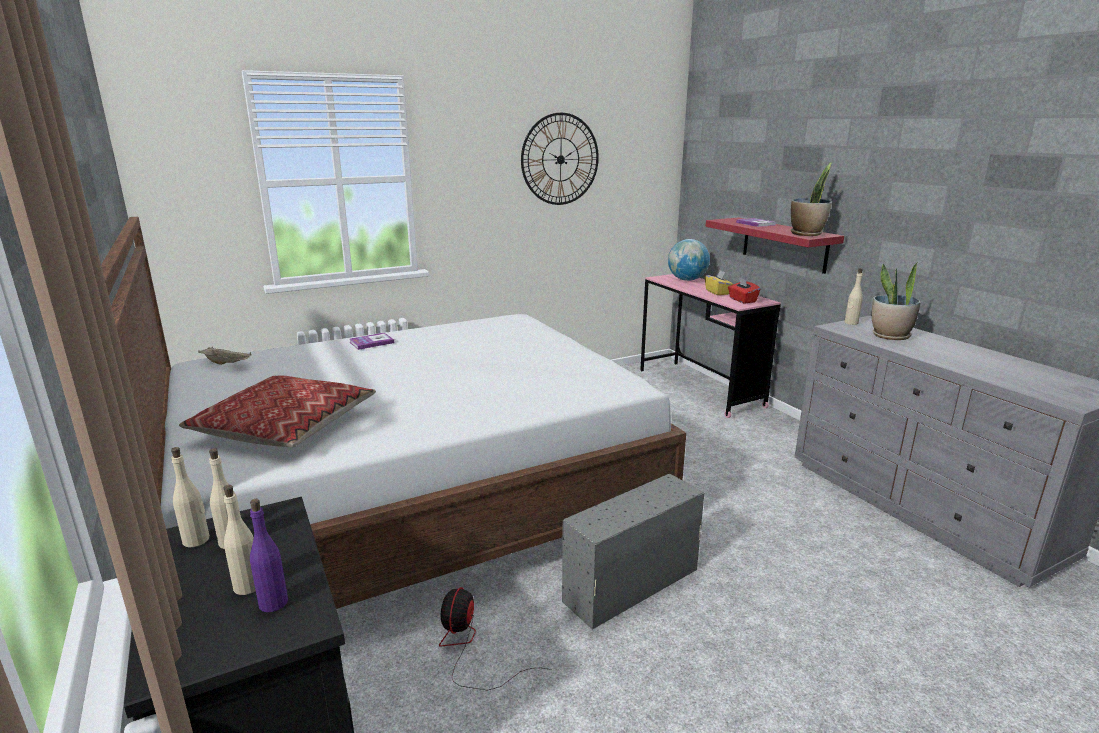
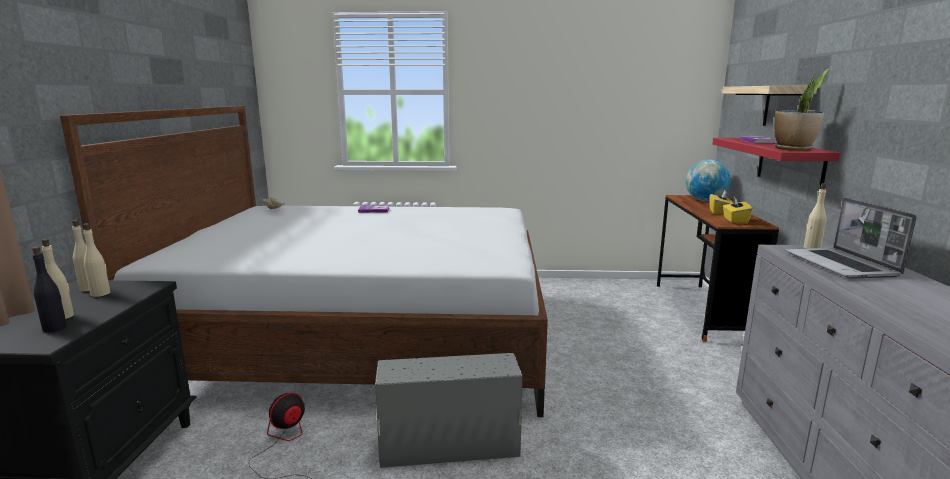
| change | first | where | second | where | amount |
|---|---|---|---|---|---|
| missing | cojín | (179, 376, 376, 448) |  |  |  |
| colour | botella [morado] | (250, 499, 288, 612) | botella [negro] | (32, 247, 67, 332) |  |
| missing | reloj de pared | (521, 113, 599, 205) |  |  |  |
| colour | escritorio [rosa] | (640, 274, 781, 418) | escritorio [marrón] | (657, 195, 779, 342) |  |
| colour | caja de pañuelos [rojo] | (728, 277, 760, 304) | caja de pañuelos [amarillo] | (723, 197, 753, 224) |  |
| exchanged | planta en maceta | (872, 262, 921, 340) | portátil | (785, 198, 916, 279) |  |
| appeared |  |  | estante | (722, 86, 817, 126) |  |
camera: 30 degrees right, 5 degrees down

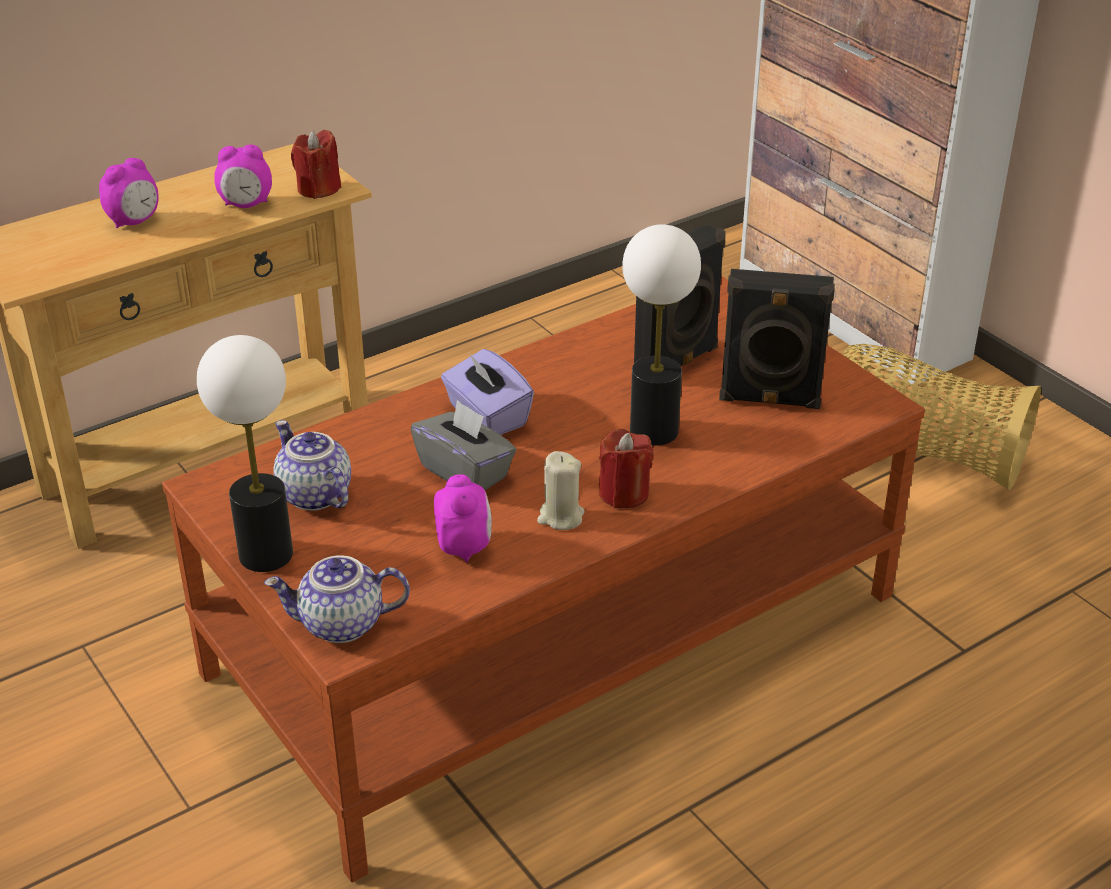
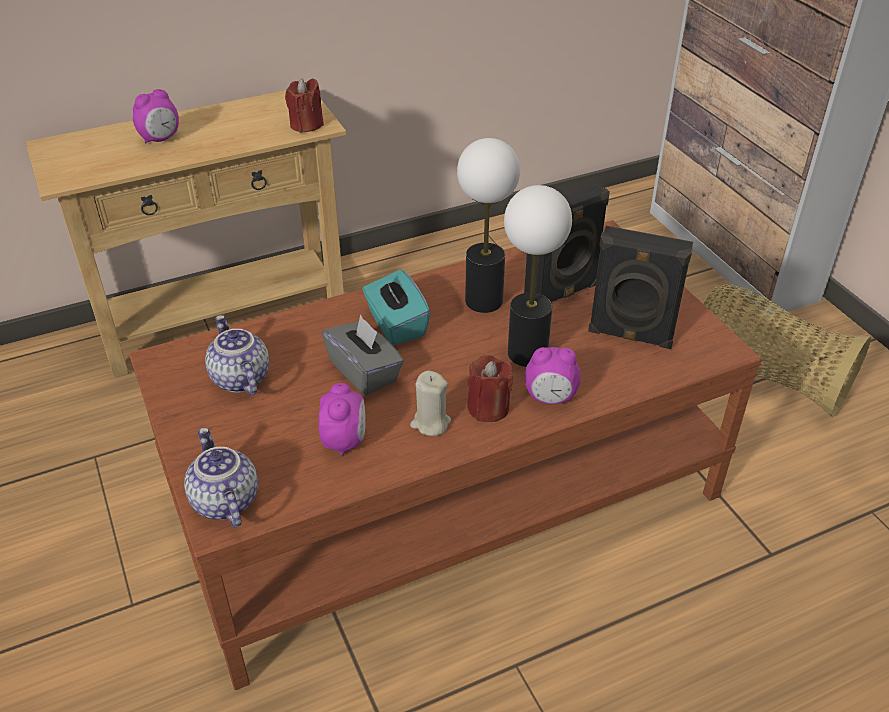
| change | first | where | second | where | amount |
|---|---|---|---|---|---|
| relocated | lámpara de mesa | (197, 335, 293, 572) |  | (457, 138, 520, 313) |  |
| relocated | despertador | (214, 144, 272, 208) |  | (525, 347, 581, 404) |  |
| spun | tetera | (264, 555, 410, 643) |  | (184, 427, 258, 528) | 60 degrees clockwise |
| colour | caja de pañuelos [morado] | (441, 349, 534, 435) | caja de pañuelos [turquesa] | (362, 270, 431, 345) |  |
camera: 10 degrees right, 5 degrees up

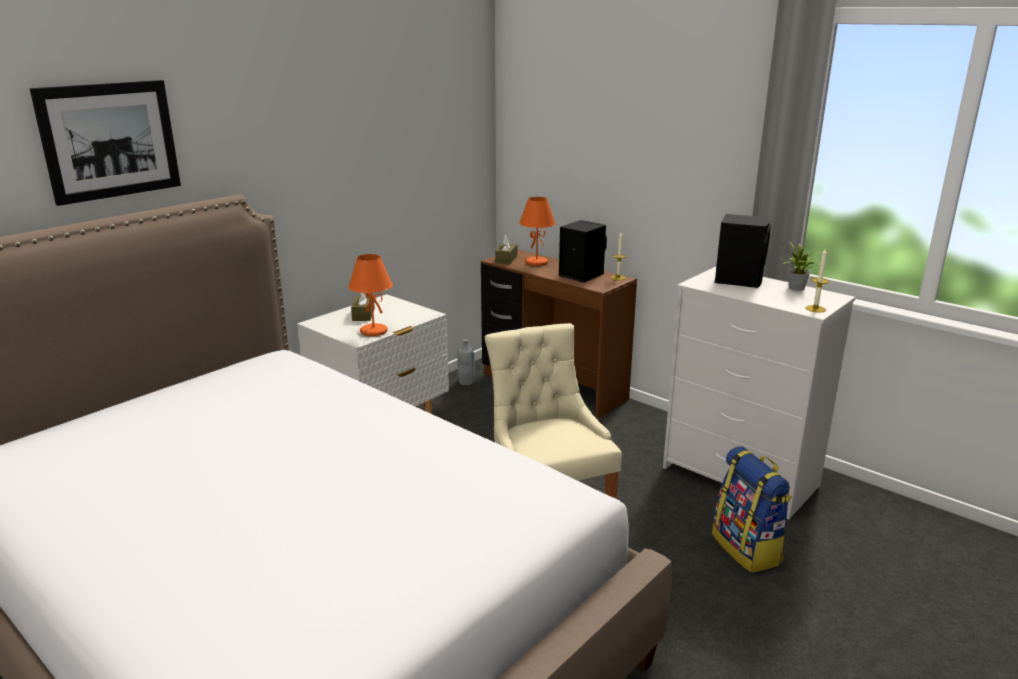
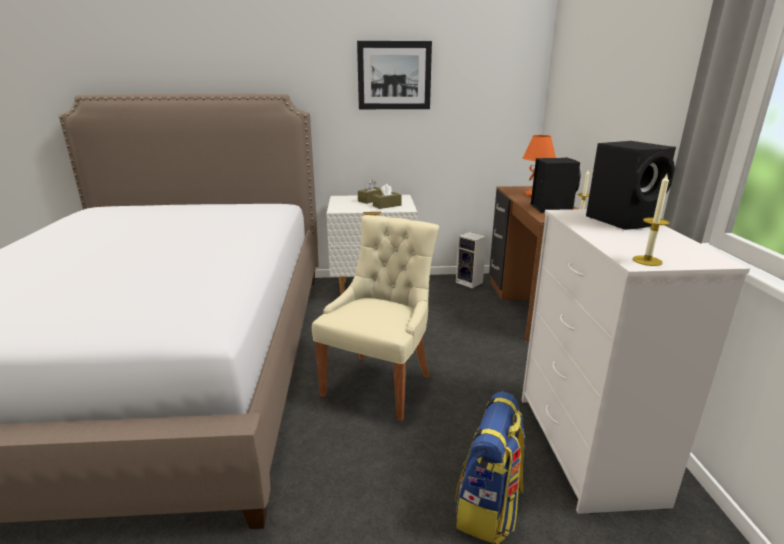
| change | first | where | second | where | amount |
|---|---|---|---|---|---|
| relocated | cuadro | (30, 80, 181, 206) |  | (357, 41, 432, 109) |  |
| missing | lámpara de mesa [naranja] | (348, 254, 393, 336) |  |  |  |
| exchanged | botella [gris] | (457, 339, 475, 385) | altavoz | (456, 232, 487, 288) |  |
| relocated | caja de pañuelos [marrón] | (495, 235, 518, 264) |  | (373, 184, 401, 209) |  |
| missing | planta en maceta | (782, 242, 820, 291) |  |  |  |
camera: 45 degrees right, 0 degrees up

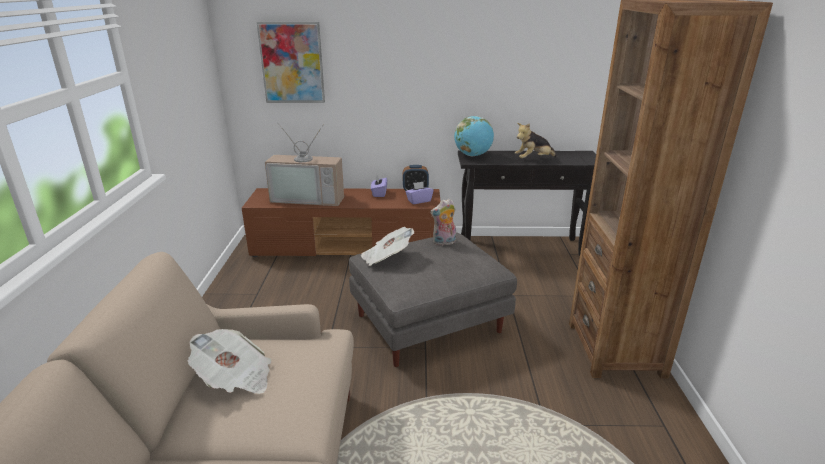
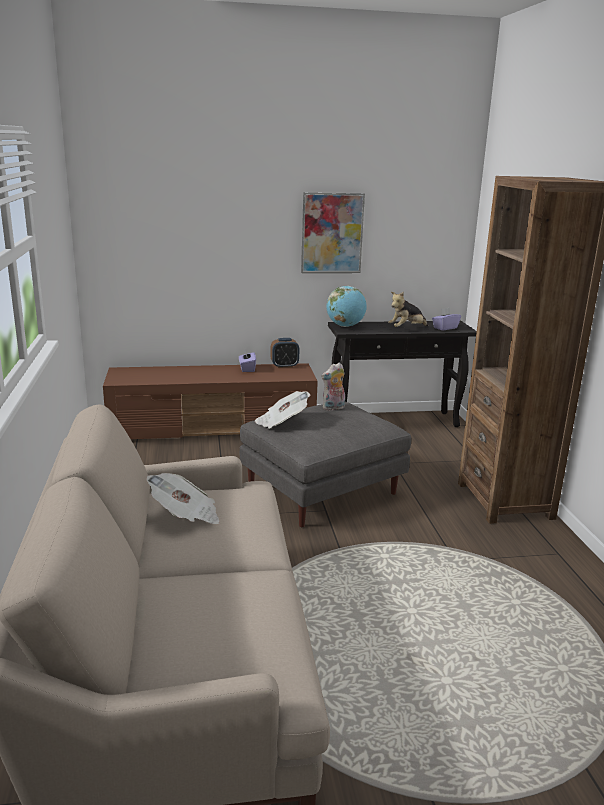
| change | first | where | second | where | amount |
|---|---|---|---|---|---|
| relocated | cuadro | (257, 22, 325, 103) |  | (301, 192, 365, 273) |  |
| missing | televisor | (265, 123, 344, 206) |  |  |  |
| relocated | caja de pañuelos [morado] | (405, 182, 434, 204) |  | (432, 308, 461, 331) |  |
camera: 10 degrees left, 5 degrees down

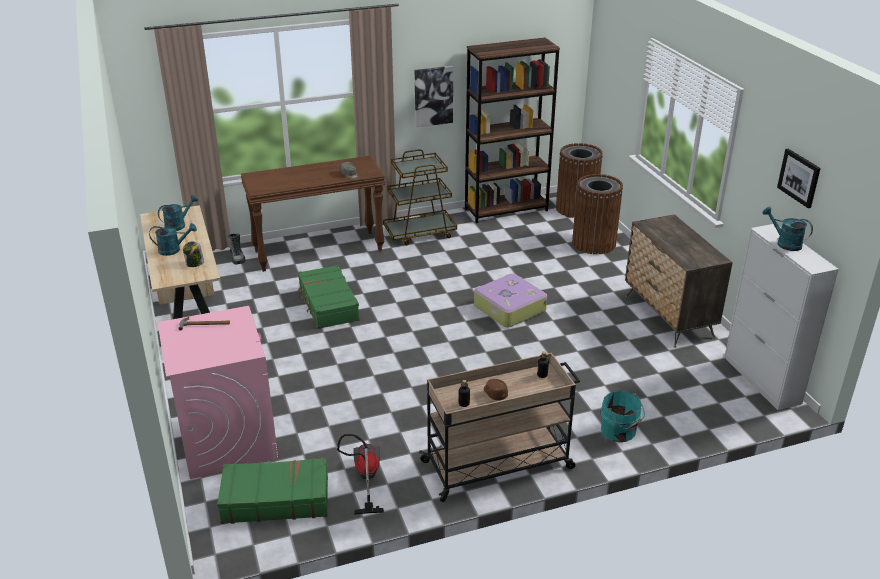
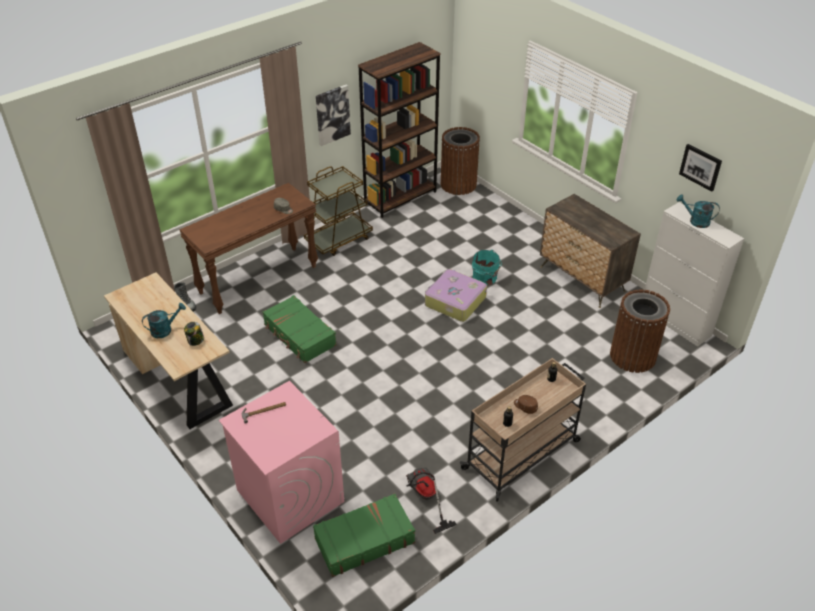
| change | first | where | second | where | amount |
|---|---|---|---|---|---|
| missing | regadera [turquesa] | (158, 195, 198, 231) |  |  |  |
| relocated | papelera [marrón] | (572, 174, 623, 254) |  | (610, 289, 670, 373) |  |
| relocated | cubo [turquesa] | (601, 391, 645, 442) |  | (472, 250, 502, 286) |  |
camera: 20 degrees left, 10 degrees up

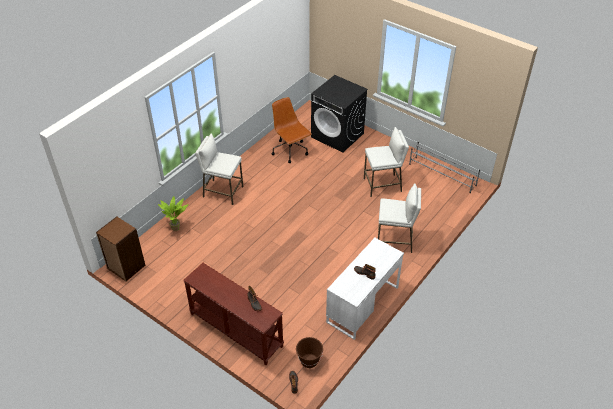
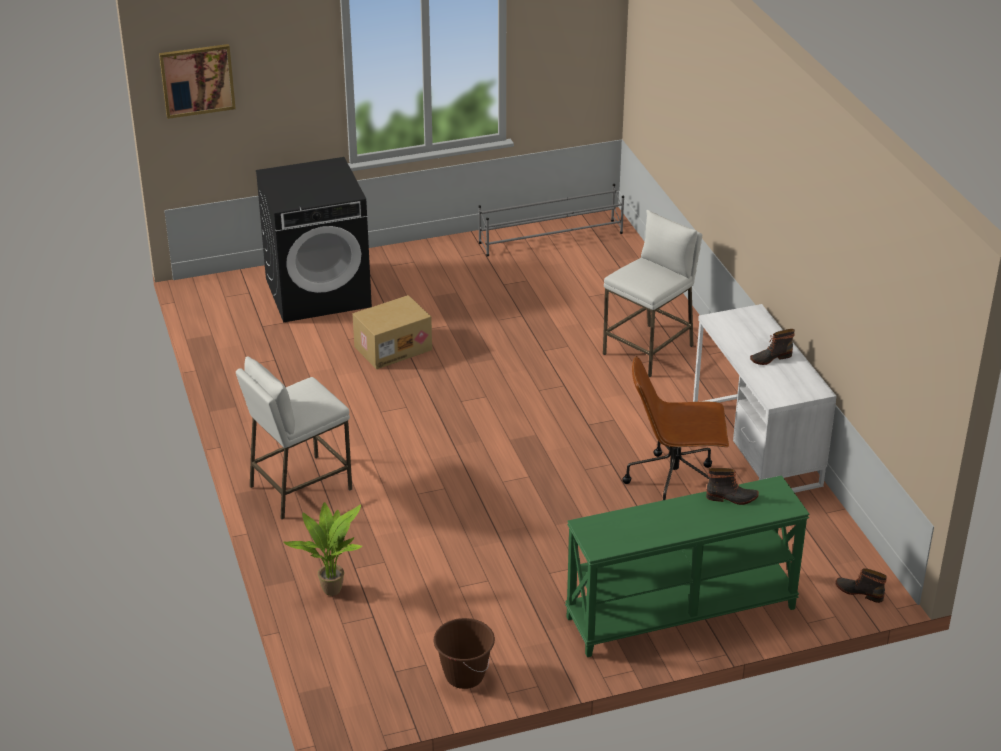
| change | first | where | second | where | amount |
|---|---|---|---|---|---|
| missing | estantería [marrón] | (96, 216, 145, 281) |  |  |  |
| colour | mesa consola [marrón] | (183, 263, 284, 365) | mesa consola [verde] | (565, 475, 810, 657) |  |
| relocated | silla de oficina [marrón] | (272, 97, 312, 163) |  | (622, 356, 729, 500) |  |
| relocated | cubo [marrón] | (296, 337, 323, 368) |  | (434, 618, 495, 689) |  |
| missing | taburete [blanco] | (364, 127, 409, 197) |  |  |  |
| appeared |  |  | cuadro | (159, 44, 236, 119) |  |
| appeared |  |  | caja de cartón | (353, 295, 432, 369) |  |
camera: 55 degrees left, 10 degrees down

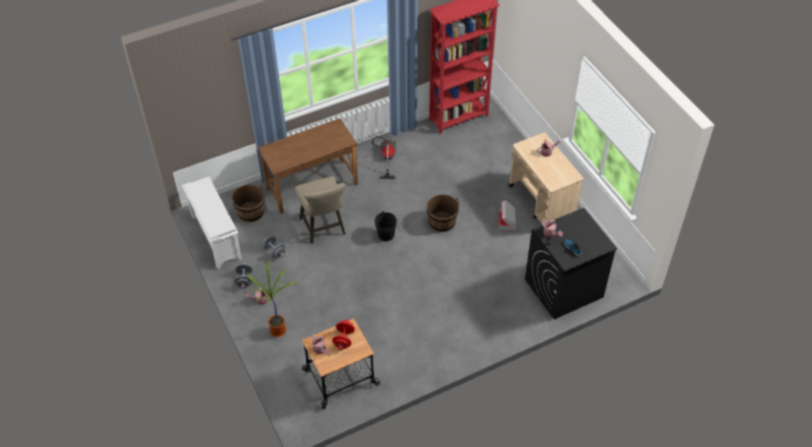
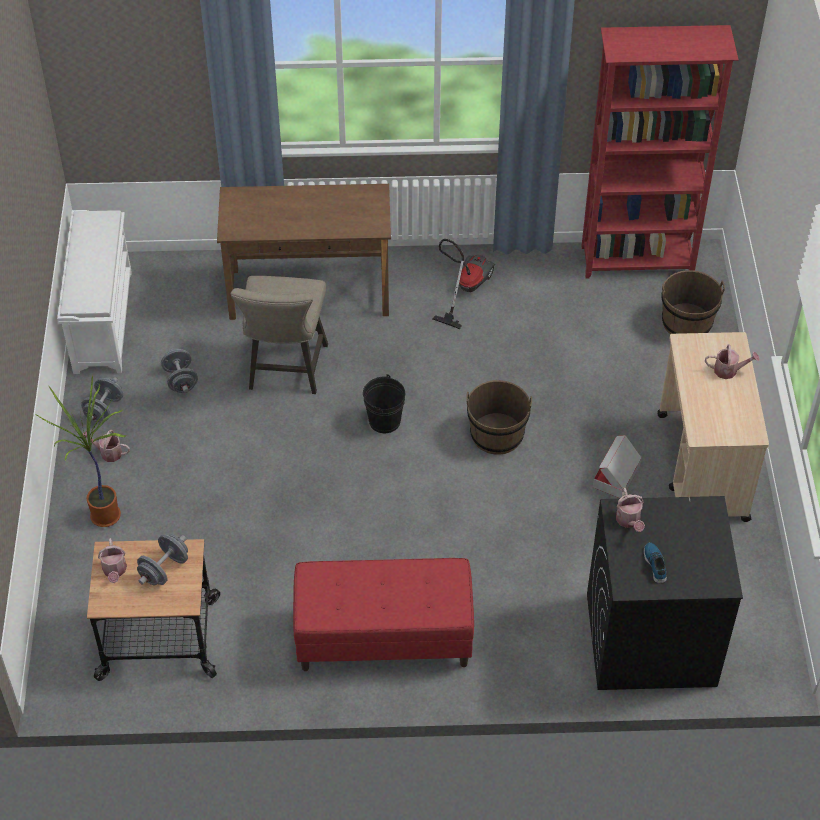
| change | first | where | second | where | amount |
|---|---|---|---|---|---|
| relocated | cubo [marrón] | (231, 185, 265, 222) |  | (662, 270, 725, 334) |  |
| colour | mancuerna [rojo] | (333, 320, 355, 350) | mancuerna [gris] | (137, 534, 188, 586) |  |
| appeared |  |  | banco [rojo] | (293, 558, 474, 671) |  |
camera: 25 degrees right, 0 degrees up

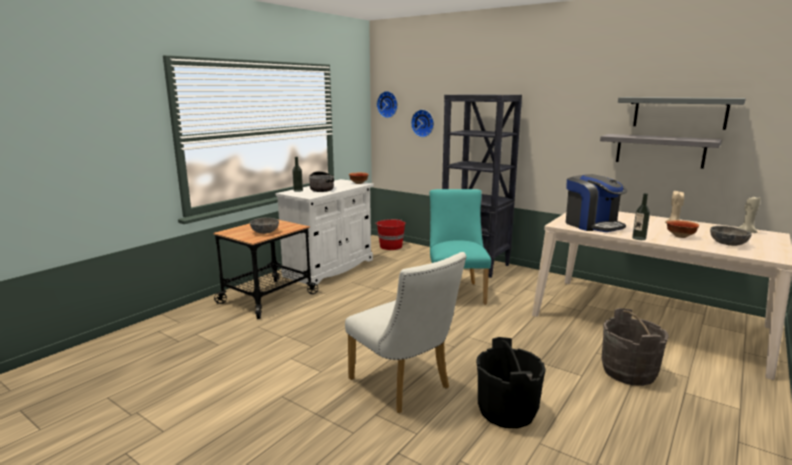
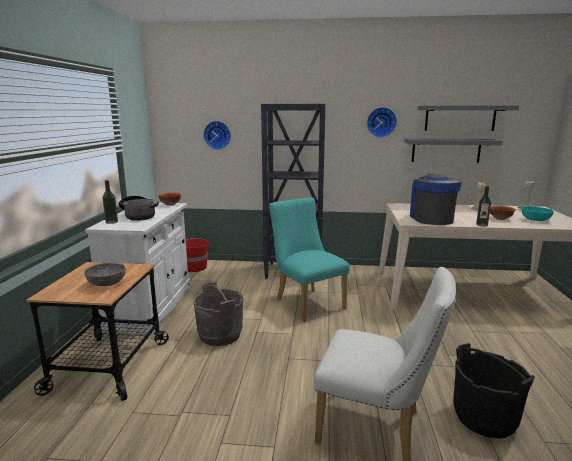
| change | first | where | second | where | amount |
|---|---|---|---|---|---|
| relocated | reloj de pared | (377, 91, 398, 118) |  | (367, 107, 397, 138) |  |
| spun | cafetera | (566, 174, 627, 232) |  | (410, 174, 462, 225) | 120 degrees counterclockwise |
| relocated | cubo [gris] | (601, 308, 669, 386) |  | (193, 282, 244, 346) |  |
| colour | cuenco [gris] | (710, 226, 752, 246) | cuenco [turquesa] | (522, 206, 554, 221) |  |
camera: 30 degrees left, 0 degrees up

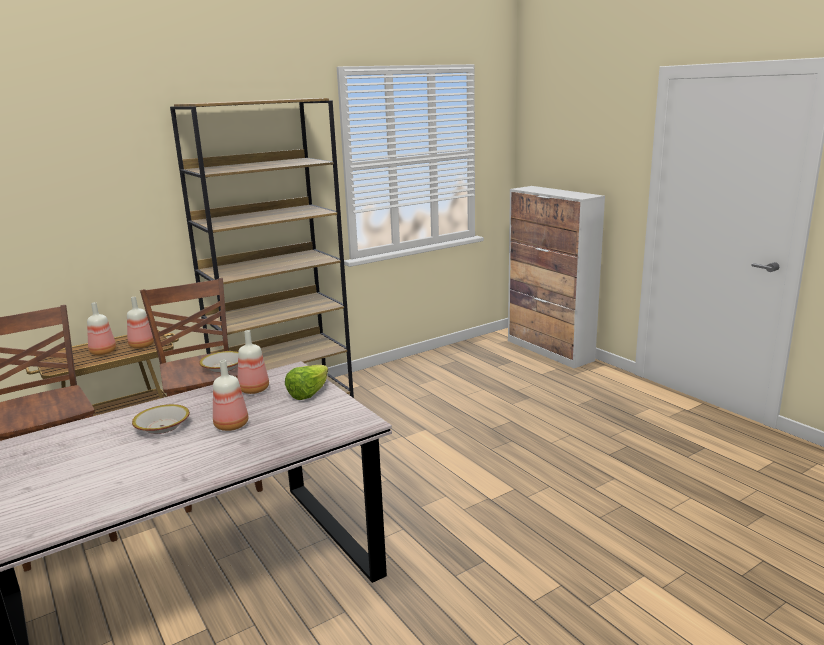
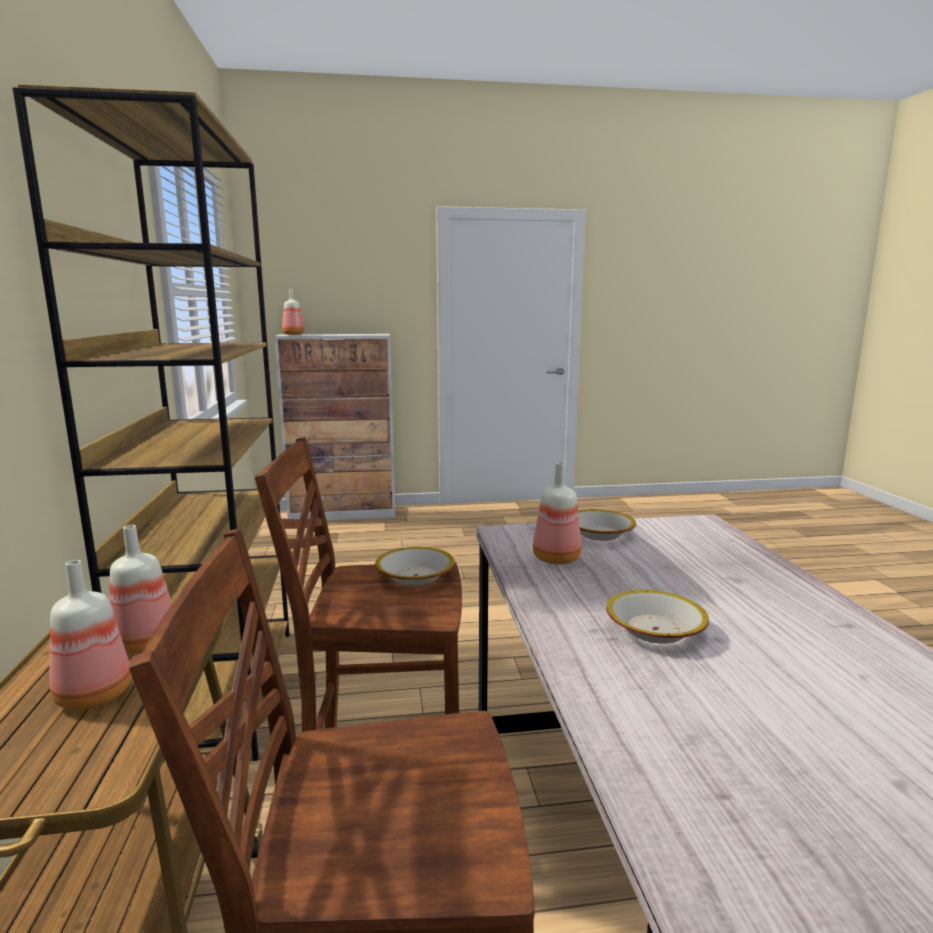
| change | first | where | second | where | amount |
|---|---|---|---|---|---|
| relocated | botella | (213, 360, 248, 431) |  | (282, 289, 304, 335) |  |
| exchanged | lechuga | (285, 365, 328, 400) | cuenco | (578, 509, 636, 541) |  |
camera: 65 degrees left, 5 degrees down

